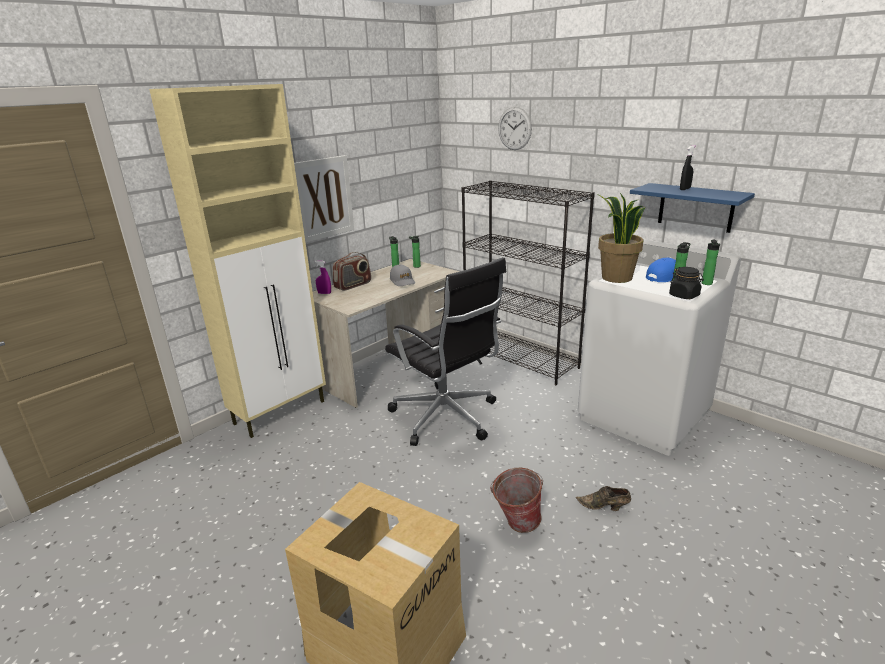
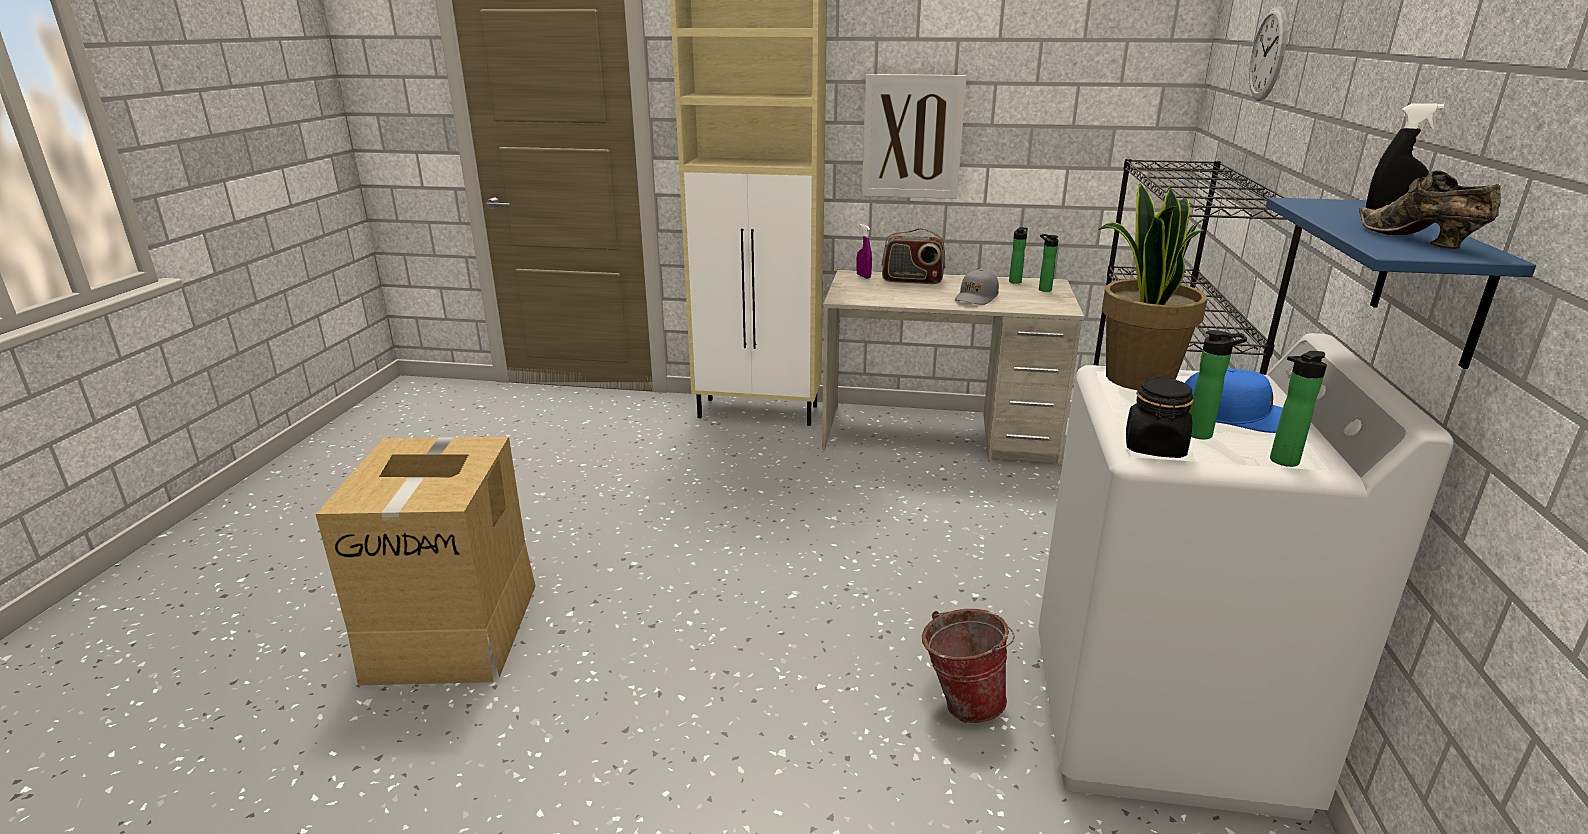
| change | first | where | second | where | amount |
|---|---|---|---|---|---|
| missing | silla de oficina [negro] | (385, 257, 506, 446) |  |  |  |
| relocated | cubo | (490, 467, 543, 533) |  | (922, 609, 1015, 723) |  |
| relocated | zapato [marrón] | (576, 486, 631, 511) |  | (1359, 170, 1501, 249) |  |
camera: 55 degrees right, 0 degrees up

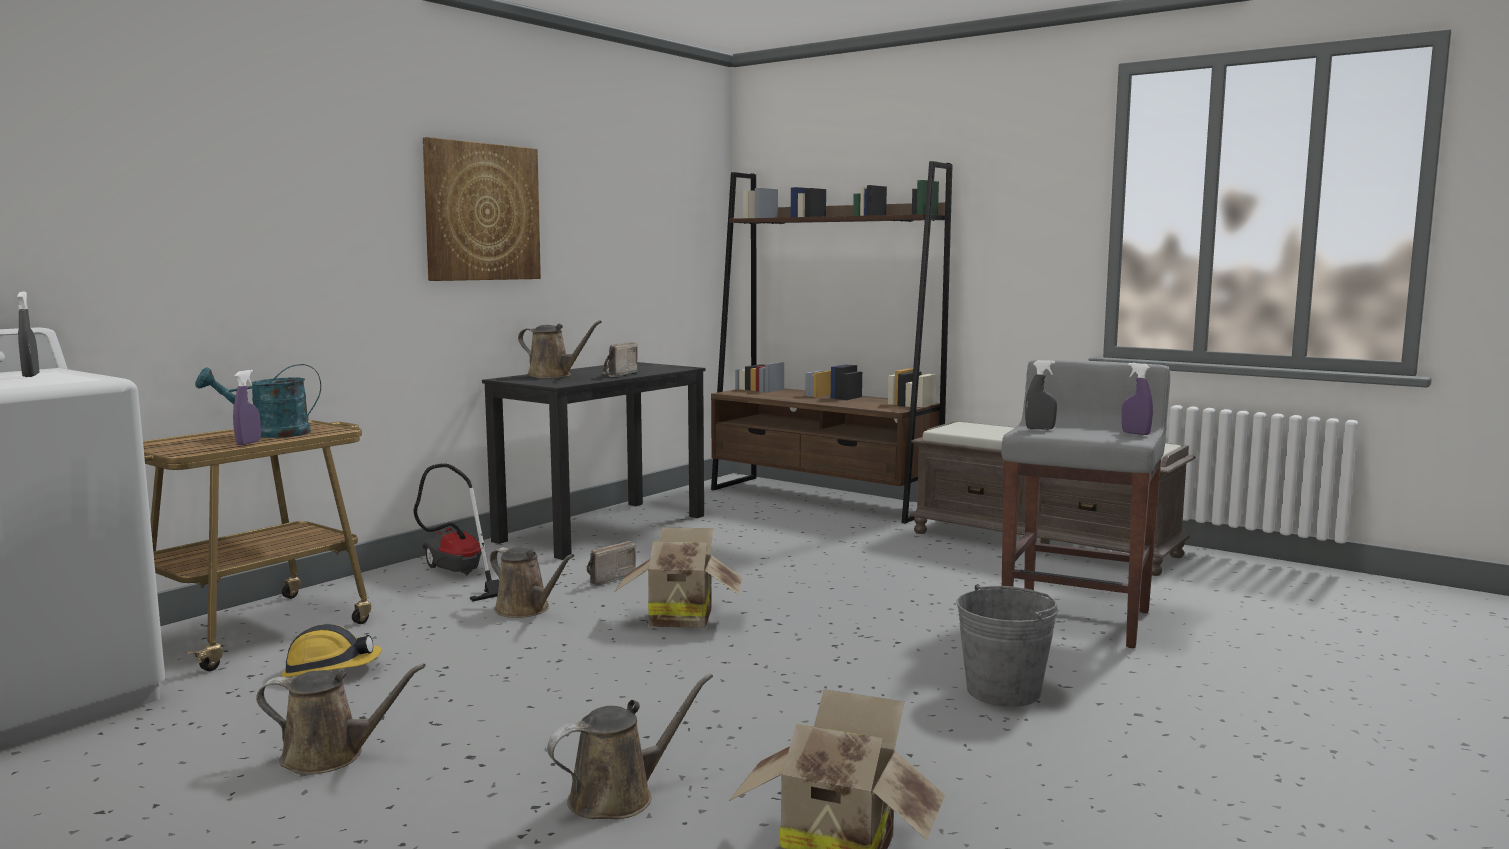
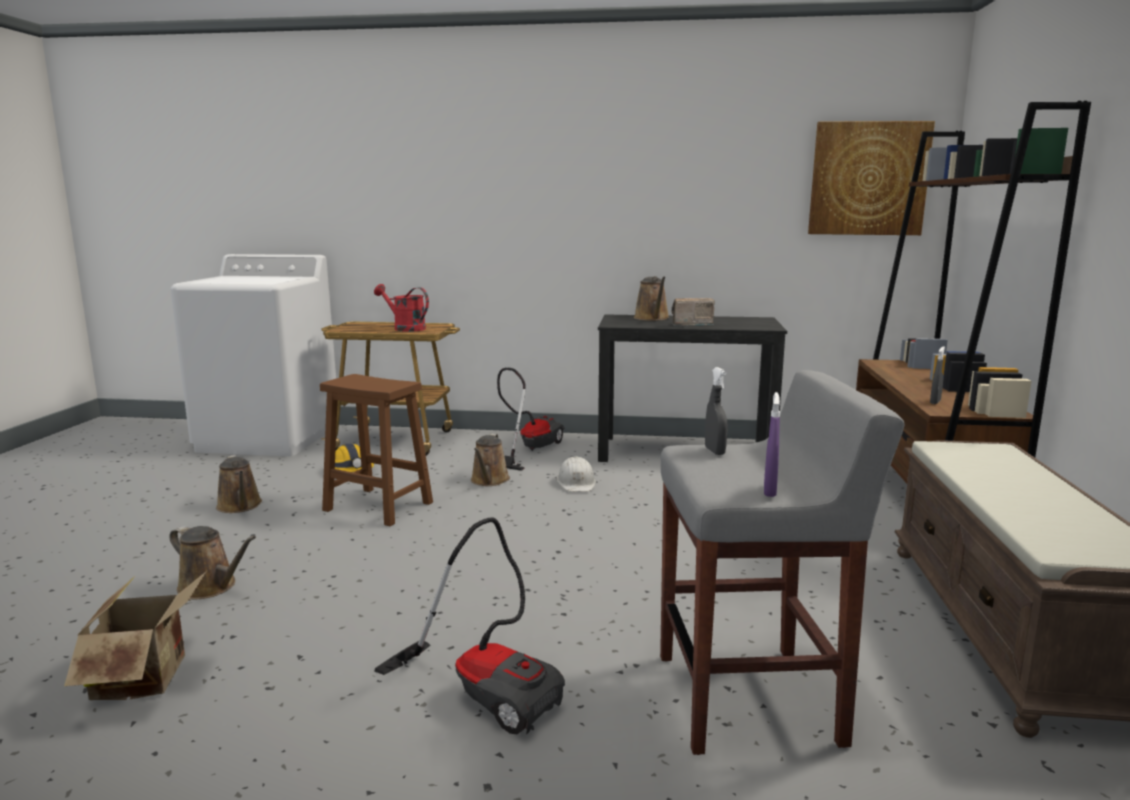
| change | first | where | second | where | amount |
|---|---|---|---|---|---|
| relocated | pulverizador [gris] | (17, 291, 39, 377) |  | (930, 346, 945, 404) |  |
| colour | regadera [turquesa] | (195, 364, 321, 438) | regadera [rojo] | (374, 284, 429, 332) |  |
| missing | pulverizador [morado] | (233, 370, 261, 445) |  |  |  |
| relocated | cuadro | (423, 137, 541, 281) |  | (808, 121, 935, 235) |  |
| exchanged | radio | (587, 541, 636, 586) | casco [blanco] | (557, 456, 596, 492) |  |
| missing | caja de cartón | (615, 527, 742, 628) |  |  |  |
| exchanged | cubo [gris] | (956, 584, 1058, 707) | aspiradora | (374, 517, 565, 734) |  |
| appeared |  |  | taburete [marrón] | (320, 374, 433, 526) |  |
camera: 60 degrees right, 5 degrees up

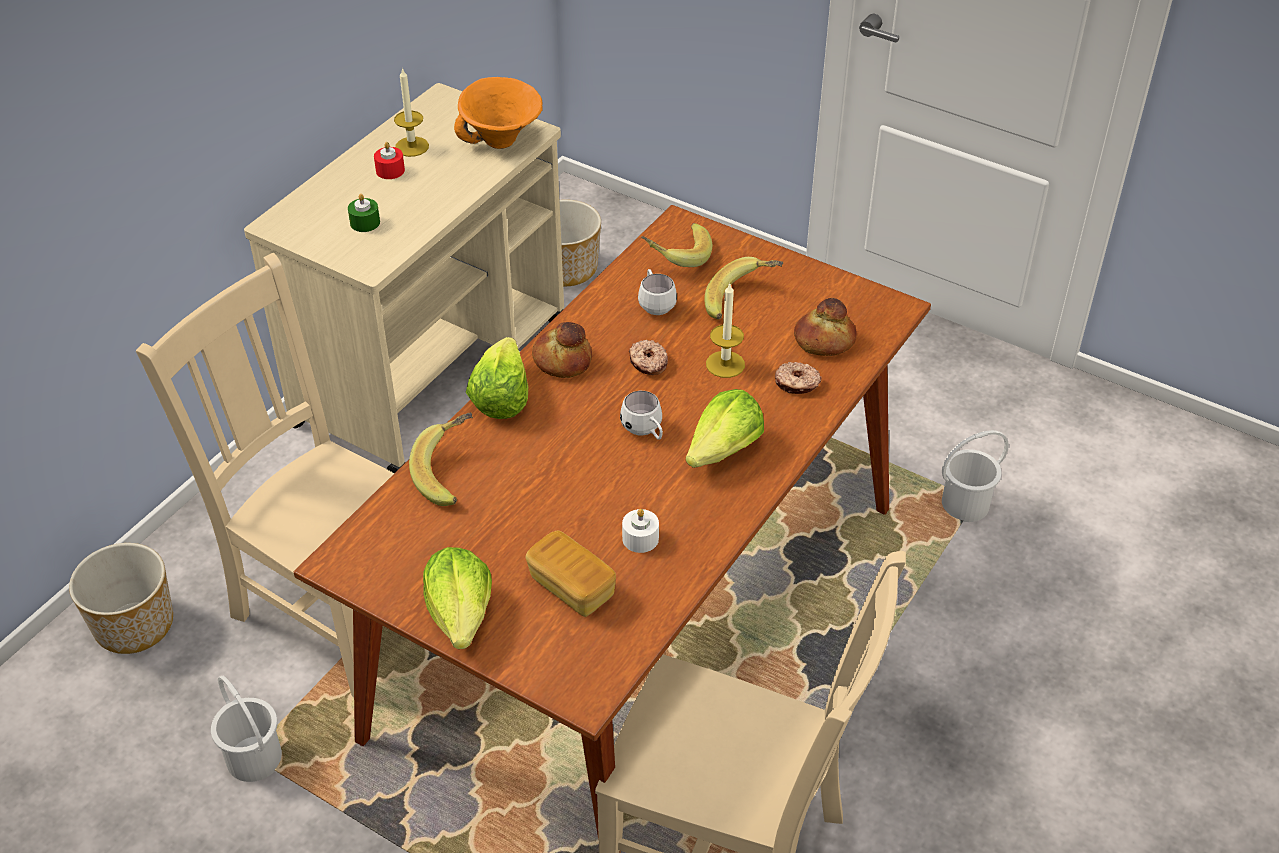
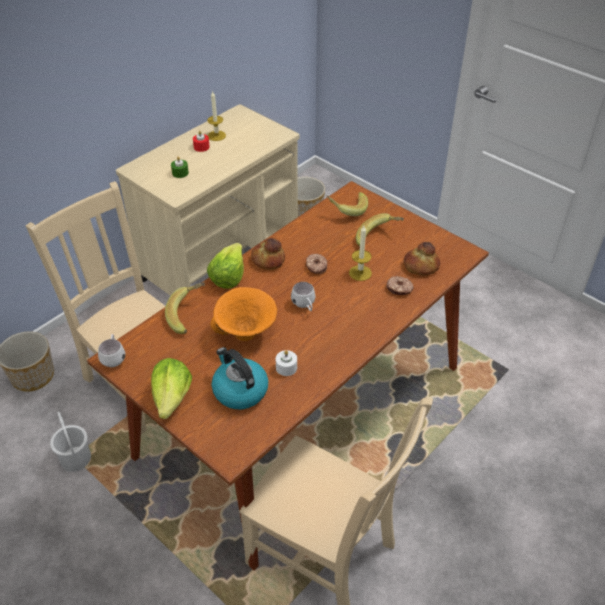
| change | first | where | second | where | amount |
|---|---|---|---|---|---|
| relocated | cuenco [naranja] | (454, 77, 543, 149) |  | (211, 287, 277, 341) |  |
| exchanged | pan | (526, 531, 616, 617) | hervidor | (212, 347, 268, 409) |  |
| relocated | taza grande [blanco] | (638, 269, 677, 315) |  | (98, 334, 125, 367) |  |
| missing | lechuga | (686, 389, 764, 468) |  |  |  |
| missing | cubo [blanco] | (942, 430, 1009, 522) |  |  |  |
camera: 10 degrees right, 0 degrees up

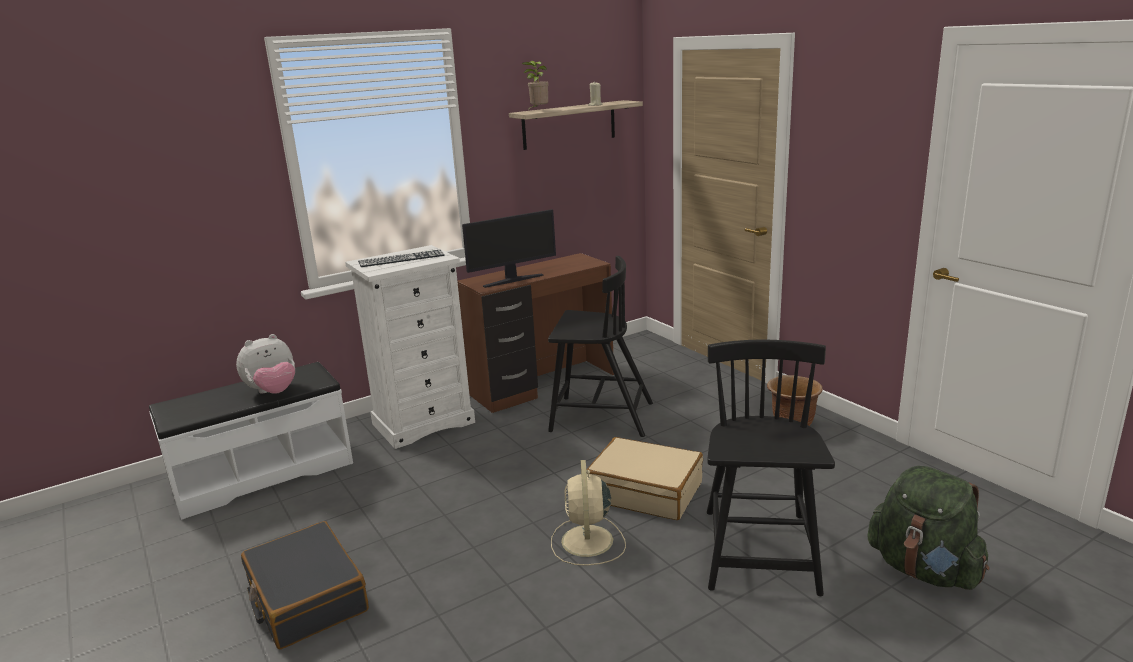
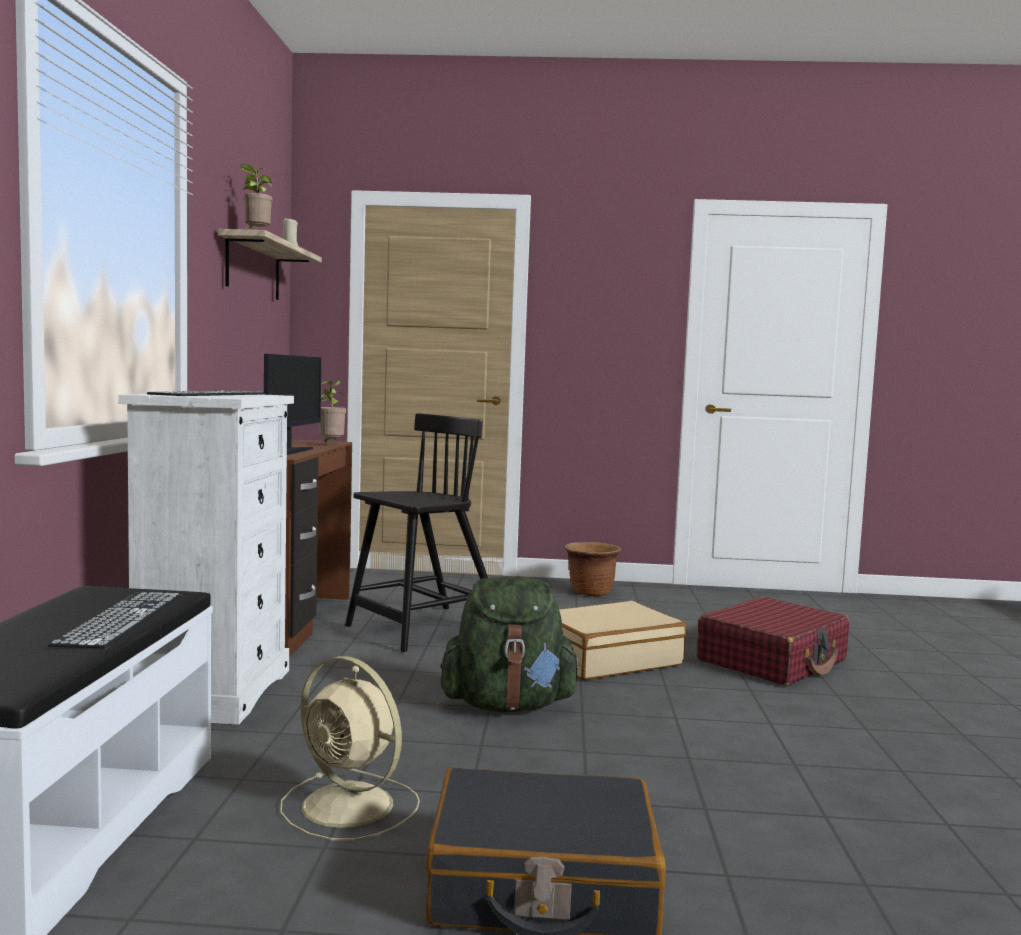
| change | first | where | second | where | amount |
|---|---|---|---|---|---|
| exchanged | peluche | (236, 334, 295, 394) | teclado | (48, 592, 181, 649) |  |
| relocated | ventilador [beis] | (551, 460, 626, 566) |  | (280, 656, 420, 840) |  |
| exchanged | silla [negro] | (707, 340, 835, 596) | maleta [rojo] | (697, 597, 849, 686) |  |
| relocated | mochila [verde] | (868, 466, 990, 590) |  | (441, 577, 581, 713) |  |
| appeared |  |  | planta en maceta | (319, 380, 346, 442) |  |
camera: 55 degrees left, 15 degrees down

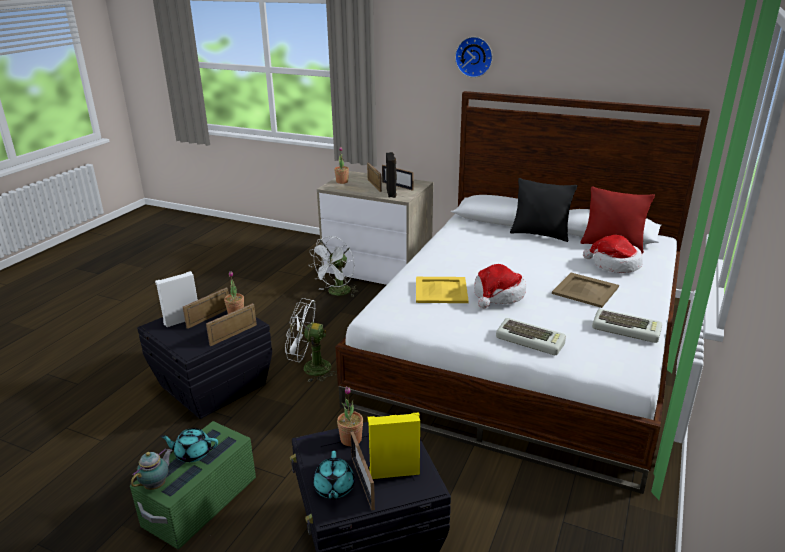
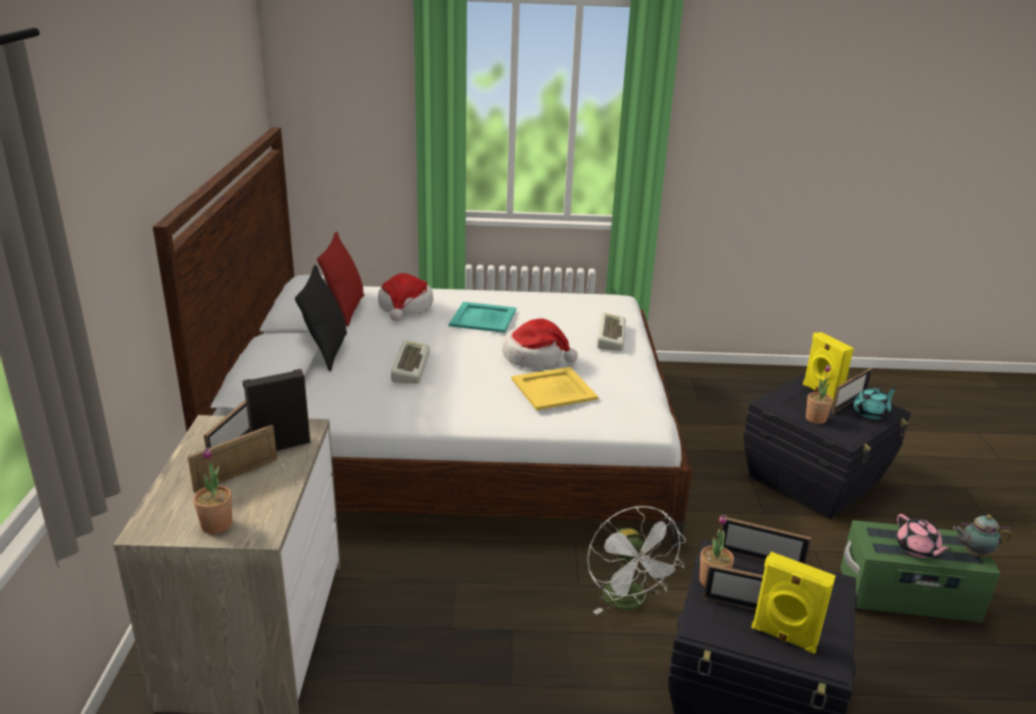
| change | first | where | second | where | amount |
|---|---|---|---|---|---|
| colour | altavoz [blanco] | (155, 271, 198, 327) | altavoz [amarillo] | (751, 552, 836, 654) |  |
| colour | tetera [turquesa] | (160, 428, 218, 462) | tetera [rosa] | (897, 514, 951, 558) |  |
| missing | ventilador [blanco] | (309, 236, 358, 297) |  |  |  |
| missing | reloj de pared | (455, 37, 493, 78) |  |  |  |
| colour | bandeja [beis] | (552, 273, 619, 308) | bandeja [turquesa] | (449, 302, 516, 333) |  |
| relocated | teclado | (592, 309, 662, 343) |  | (391, 340, 430, 384) |  |
camera: 115 degrees left, 0 degrees up

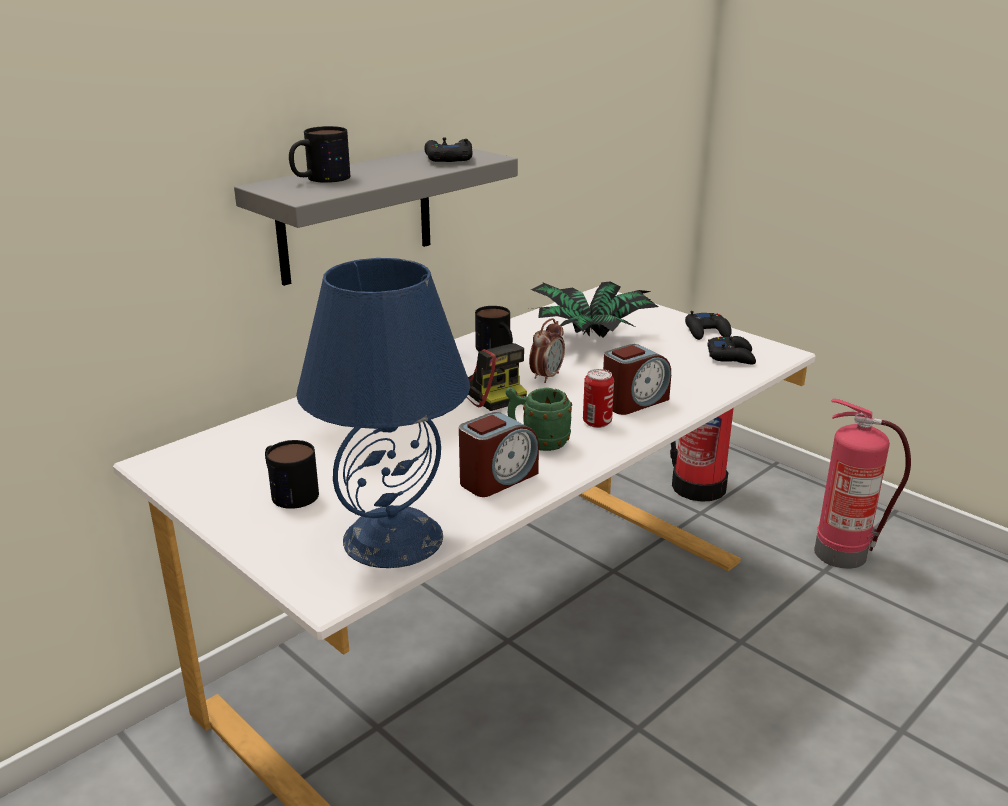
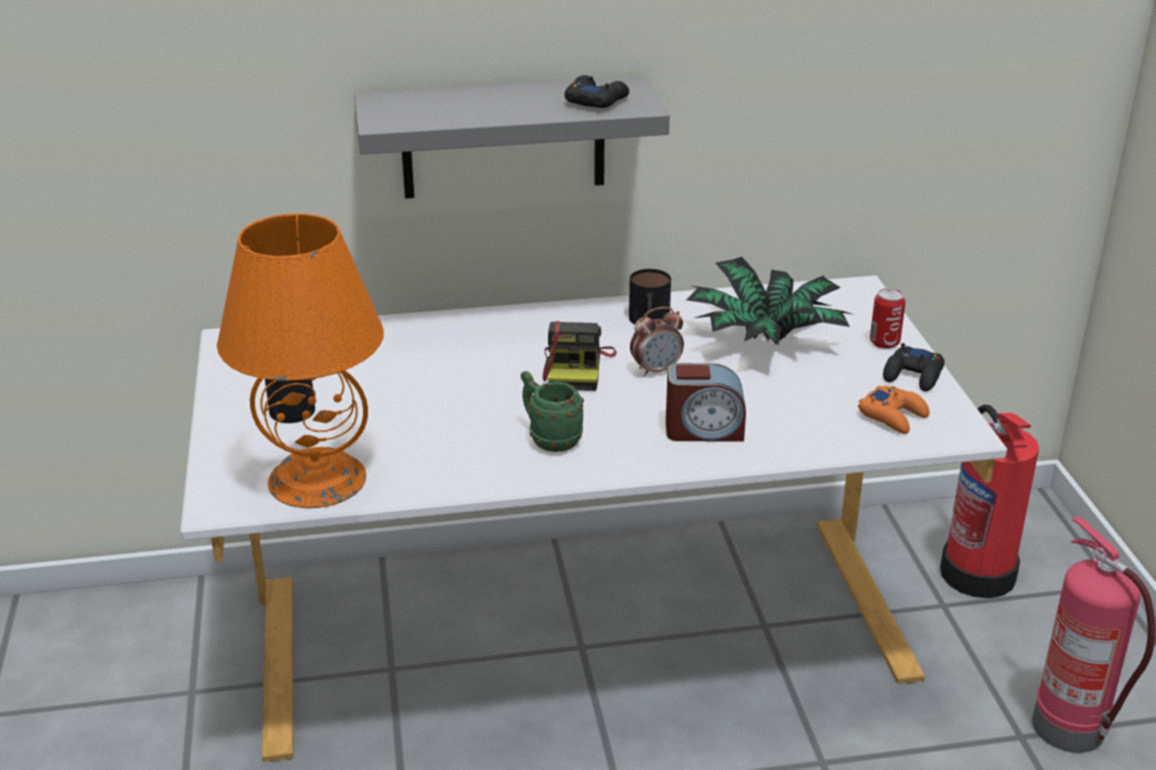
| change | first | where | second | where | amount |
|---|---|---|---|---|---|
| missing | taza grande | (289, 126, 350, 183) |  |  |  |
| colour | lámpara de mesa [azul] | (296, 258, 470, 568) | lámpara de mesa [naranja] | (217, 213, 384, 508) |  |
| missing | despertador | (459, 412, 539, 497) |  |  |  |
| relocated | lata | (583, 369, 614, 428) |  | (870, 288, 906, 349) |  |
| colour | mando de consola [negro] | (707, 336, 756, 364) | mando de consola [naranja] | (858, 386, 930, 434) |  |
camera: 35 degrees right, 5 degrees up

